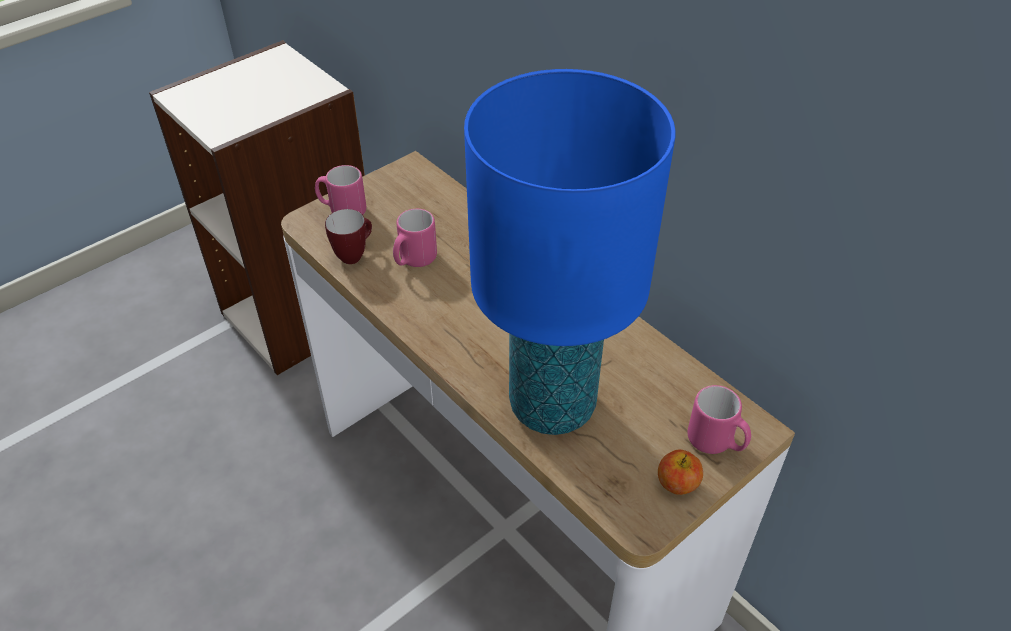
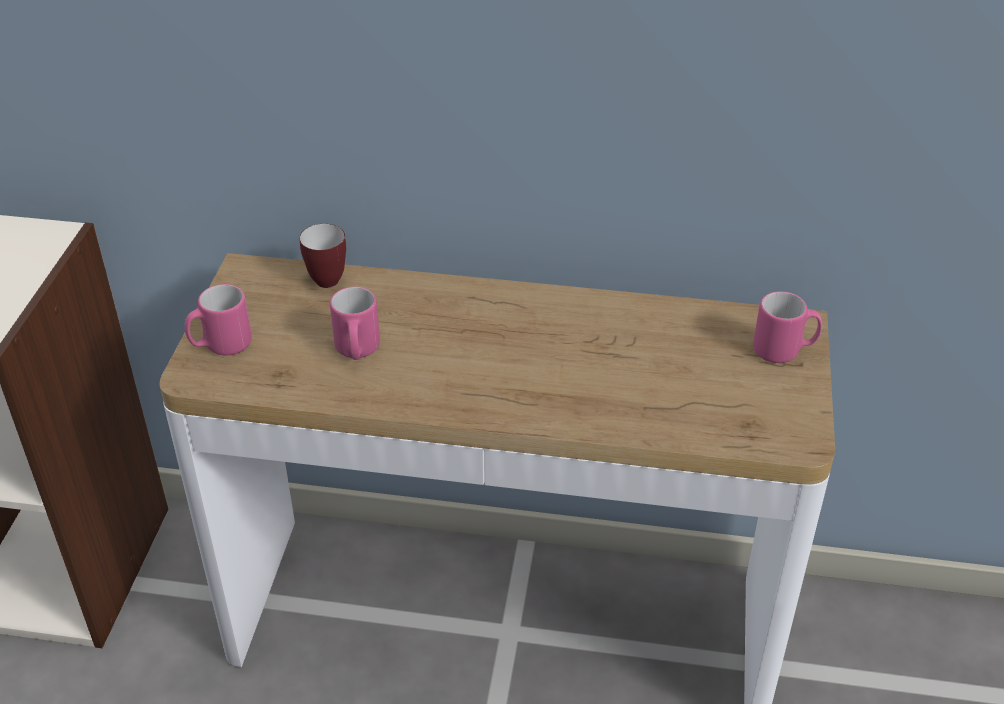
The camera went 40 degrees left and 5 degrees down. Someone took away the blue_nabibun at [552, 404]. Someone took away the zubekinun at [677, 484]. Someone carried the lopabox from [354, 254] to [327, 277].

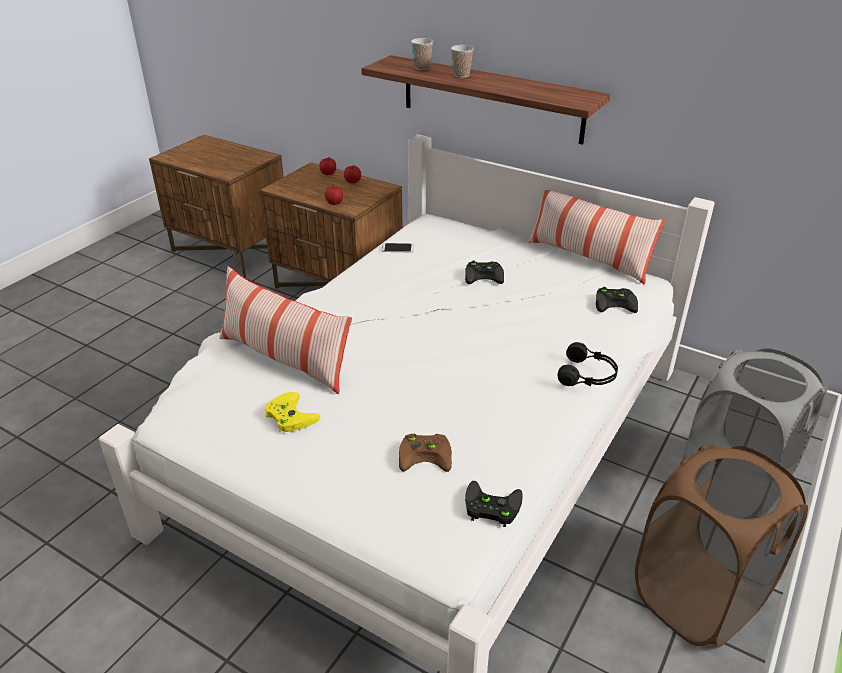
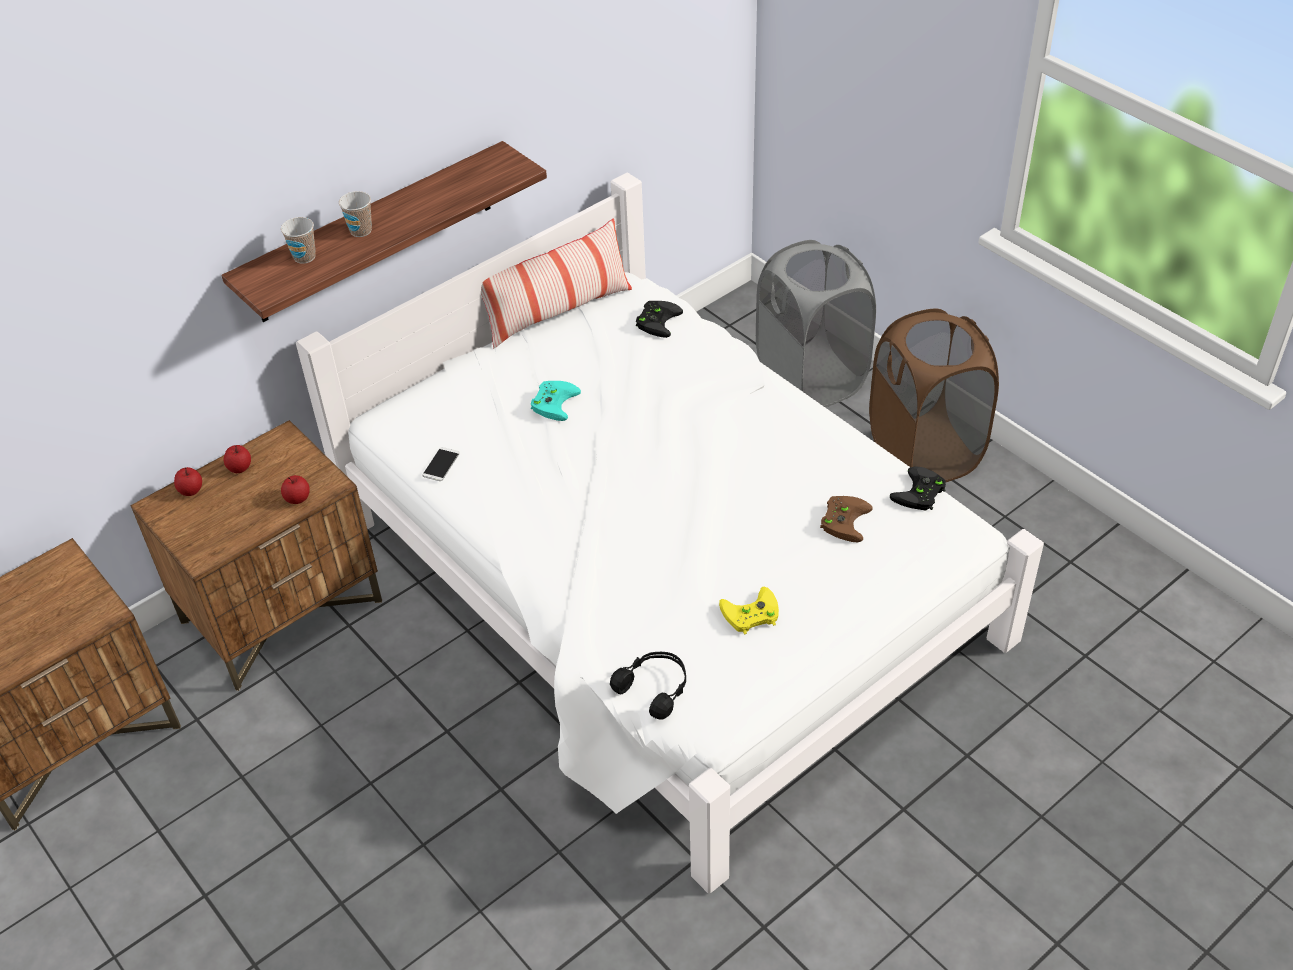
The camera went 70 degrees left and 10 degrees up. Someone took away the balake at [284, 359]. Someone carried the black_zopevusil from [587, 375] to [655, 688]. Someone repainted the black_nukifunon at [485, 275], which became the turquoise_nukifunon at [553, 401].

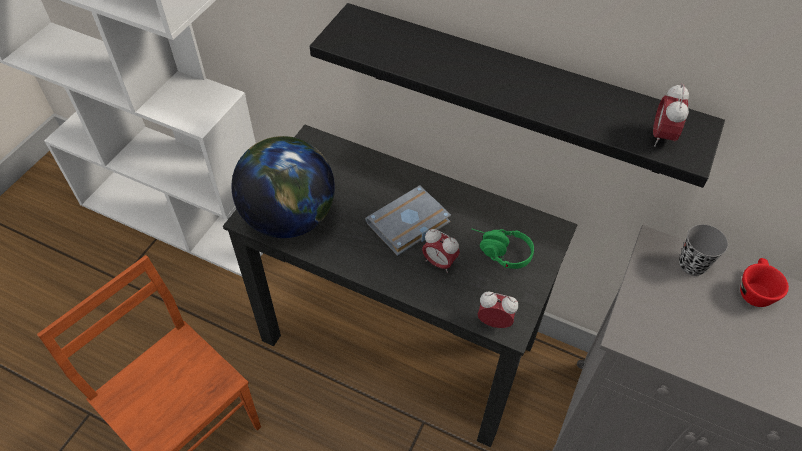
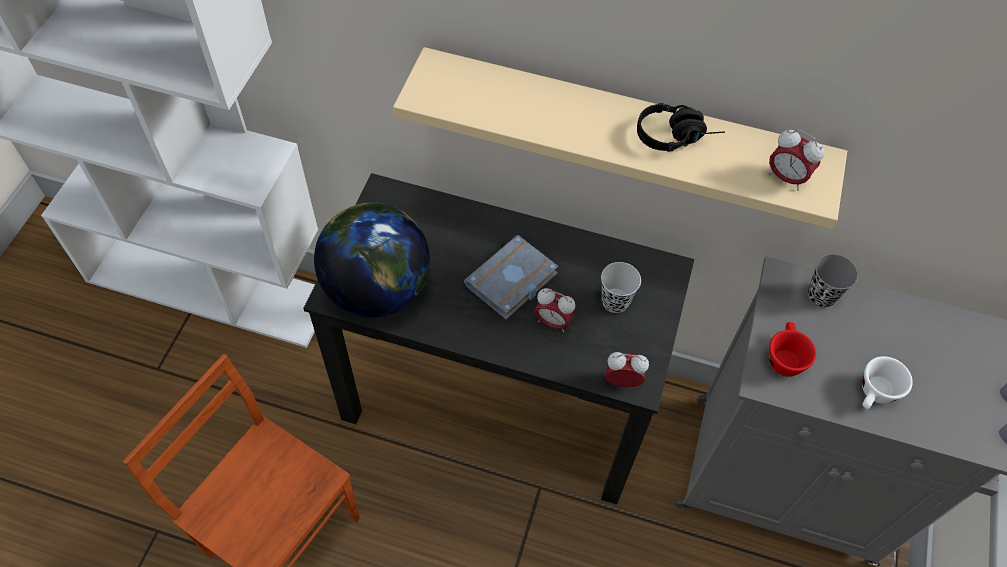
The camera went 10 degrees left and 5 degrees up. Someone put down the black_zopevusil at [677, 136]. Someone put down the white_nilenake at [874, 395]. Someone carried the red_nilenake from [754, 290] to [783, 357]. Someone swapped the green_zopevusil at [499, 252] for the black_nilenake at [615, 301]. Someone repainted the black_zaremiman at [516, 90], which became the beige_zaremiman at [622, 129]. Someone rotated the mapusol at [662, 137] by 60 degrees counterclockwise.

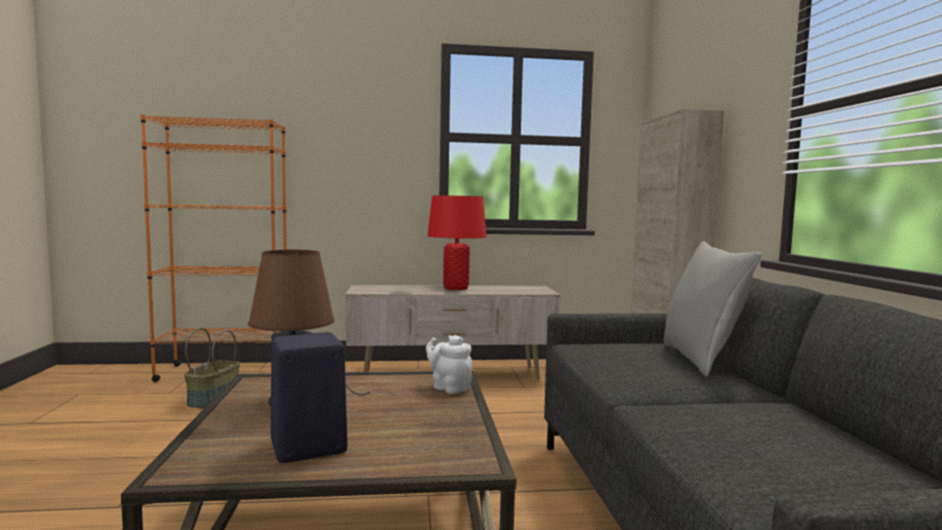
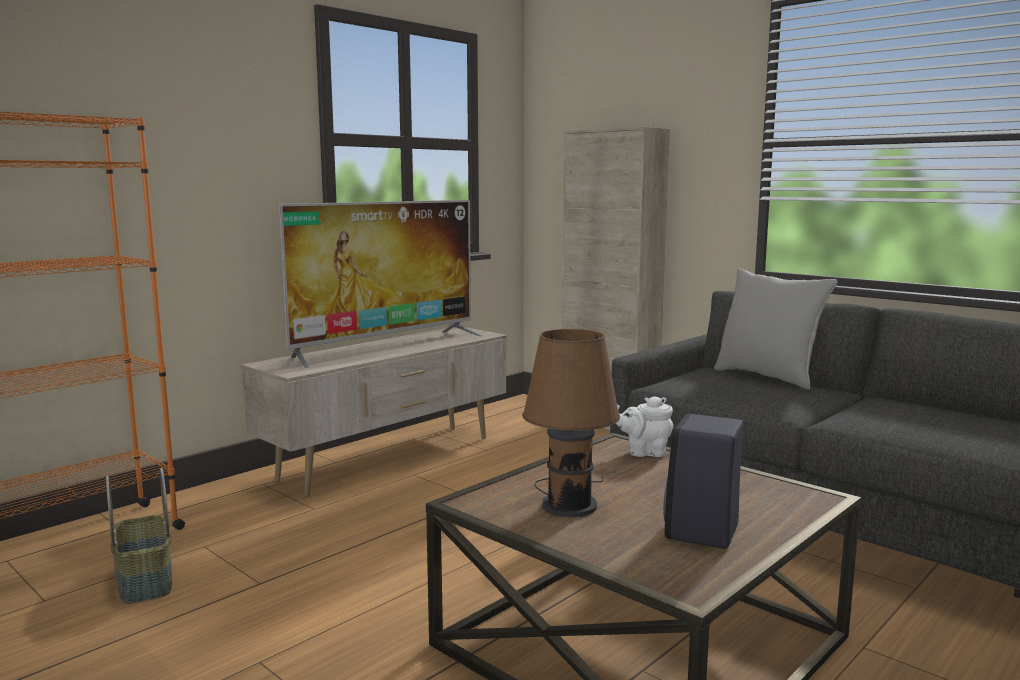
The camera went 40 degrees left and 5 degrees up. Someone swapped the red_nabibun at [456, 288] for the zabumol at [386, 346].

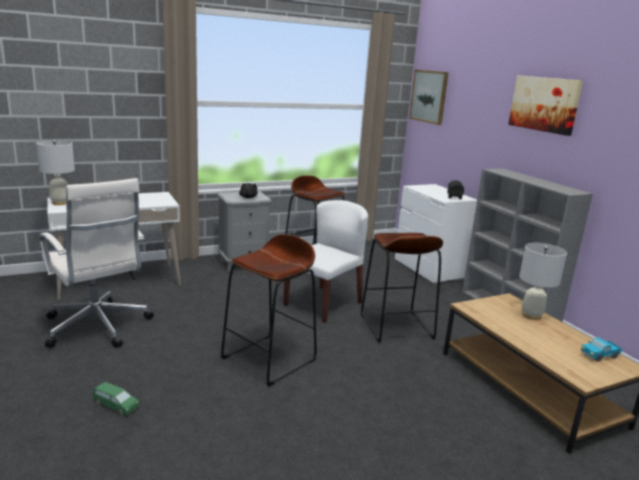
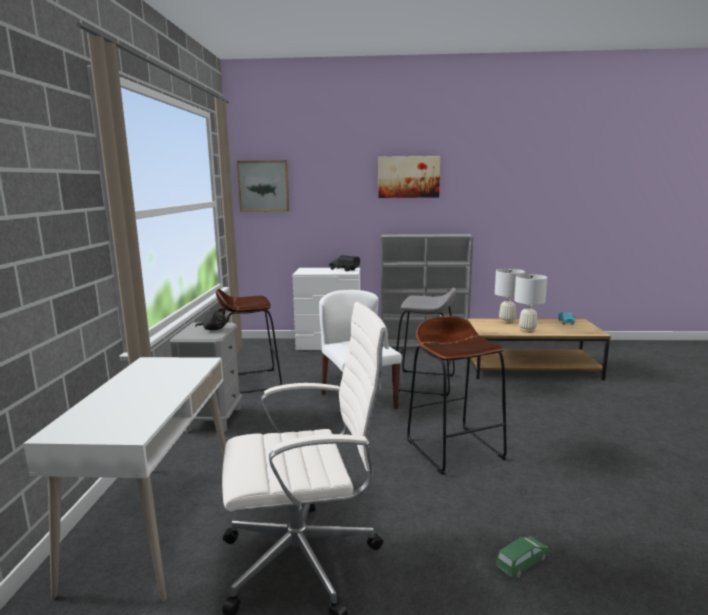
The camera went 60 degrees left and 5 degrees down. Someone carried the white_nabibun from [60, 203] to [527, 330]. Someone repainted the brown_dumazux at [396, 327], which became the grey_dumazux at [424, 383].

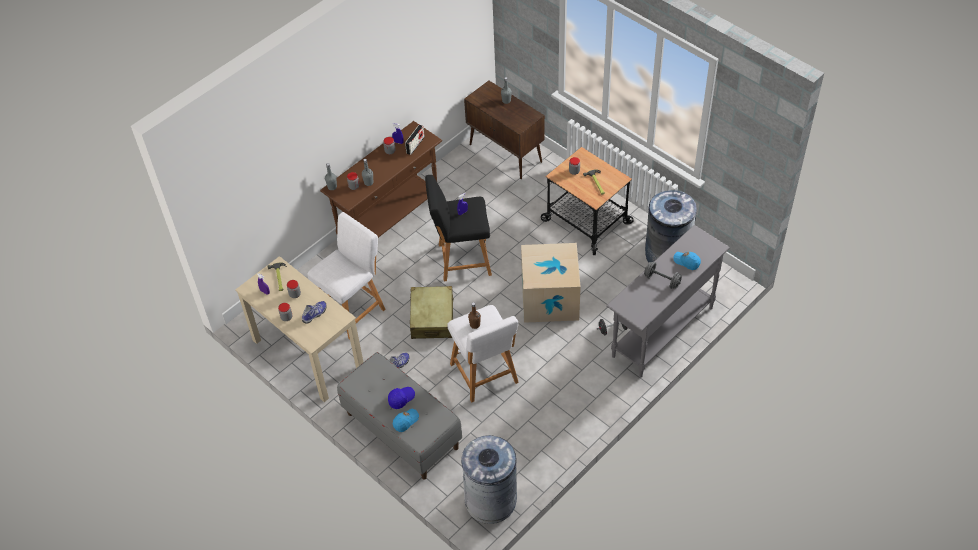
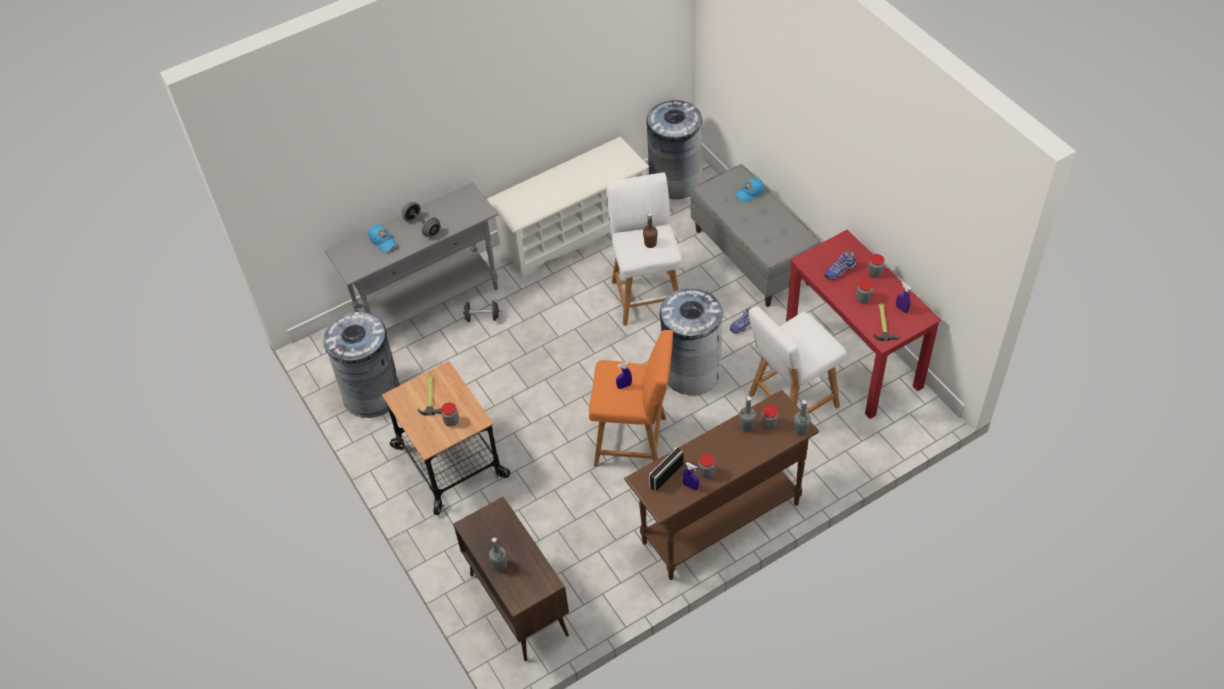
The camera went 165 degrees left and 0 degrees up. Someone took away the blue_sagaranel at [401, 399]. Someone took away the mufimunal at [550, 299]. Someone put down the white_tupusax at [573, 231]. Someone swapped the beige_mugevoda at [432, 318] for the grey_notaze at [691, 371]. Someone repainted the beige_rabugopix at [307, 354], which became the red_rabugopix at [853, 358]. Someone repainted the black_dumazux at [461, 260], which became the orange_dumazux at [635, 441].

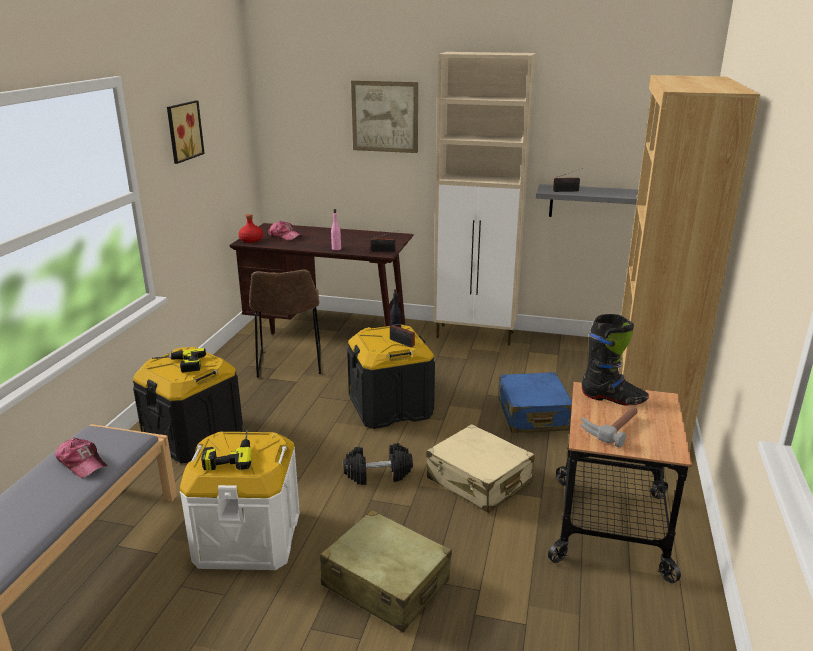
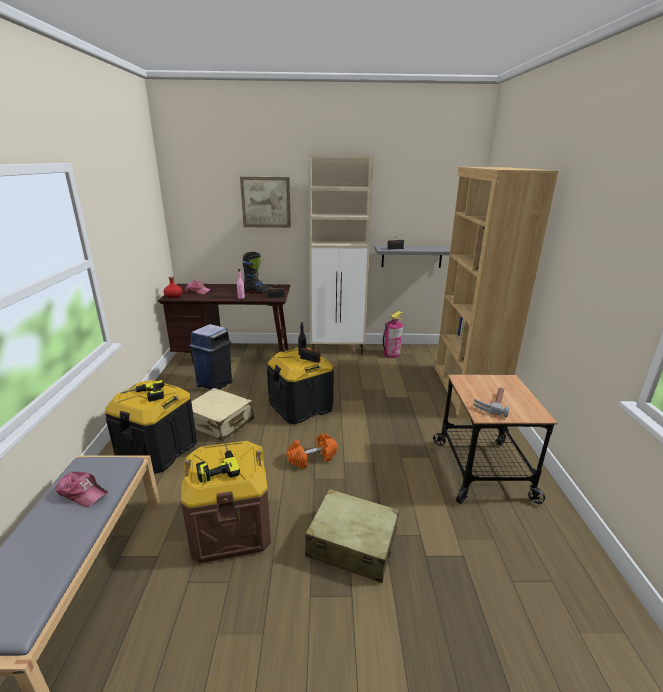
The camera went 15 degrees left and 0 degrees up. Someone took away the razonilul at [182, 131]. Someone took away the blue_mugevoda at [533, 415]. Someone put down the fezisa at [391, 354]. Someone carried the beige_mugevoda from [479, 481] to [219, 422]. Someone carried the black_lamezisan from [613, 399] to [258, 292]. Someone swapped the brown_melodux at [289, 364] for the blue_notaze at [215, 384]. Someone repainted the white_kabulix at [248, 537], which became the brown_kabulix at [231, 527]. Someone repainted the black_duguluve at [378, 475], which became the orange_duguluve at [312, 458].

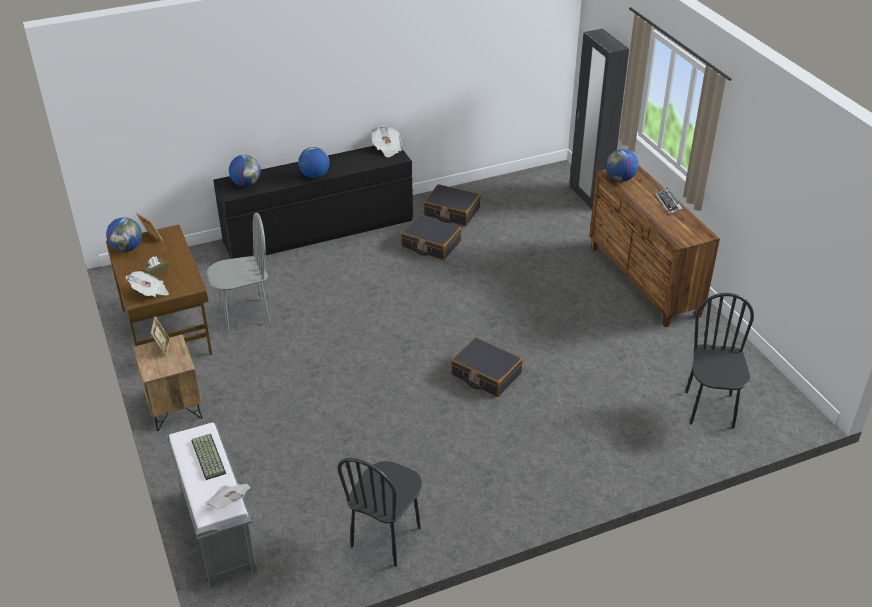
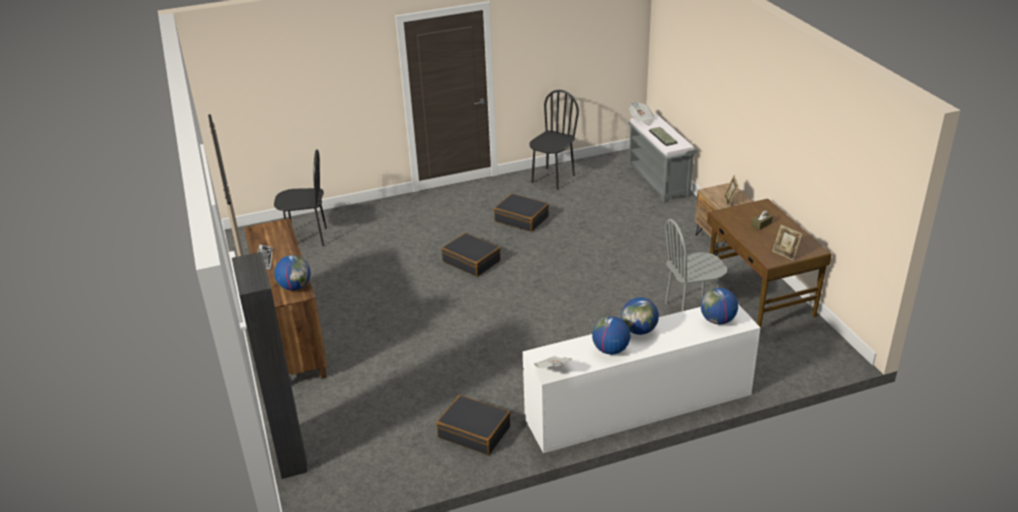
The camera went 175 degrees left and 5 degrees down. Someone took away the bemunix at [150, 293]. Someone carried the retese from [127, 248] to [610, 350]. Someone carried the black_mugevoda from [431, 244] to [522, 219]. Someone repainted the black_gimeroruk at [318, 230], which became the white_gimeroruk at [639, 407]. Someone rotated the black_melodux at [710, 409] by 105 degrees counterclockwise.

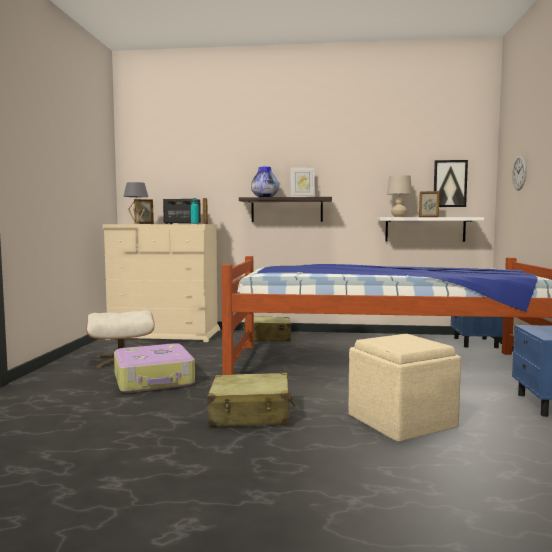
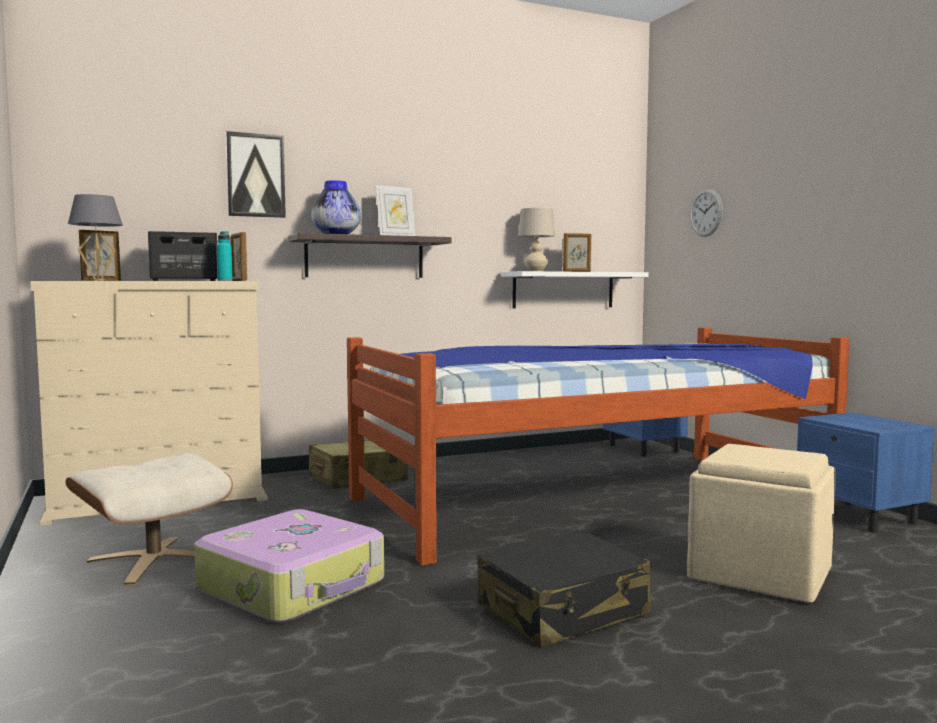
The camera went 30 degrees left and 0 degrees up. Someone carried the razonilul from [450, 183] to [255, 175]. Someone repainted the beige_mugevoda at [251, 414], which became the black_mugevoda at [563, 610].

